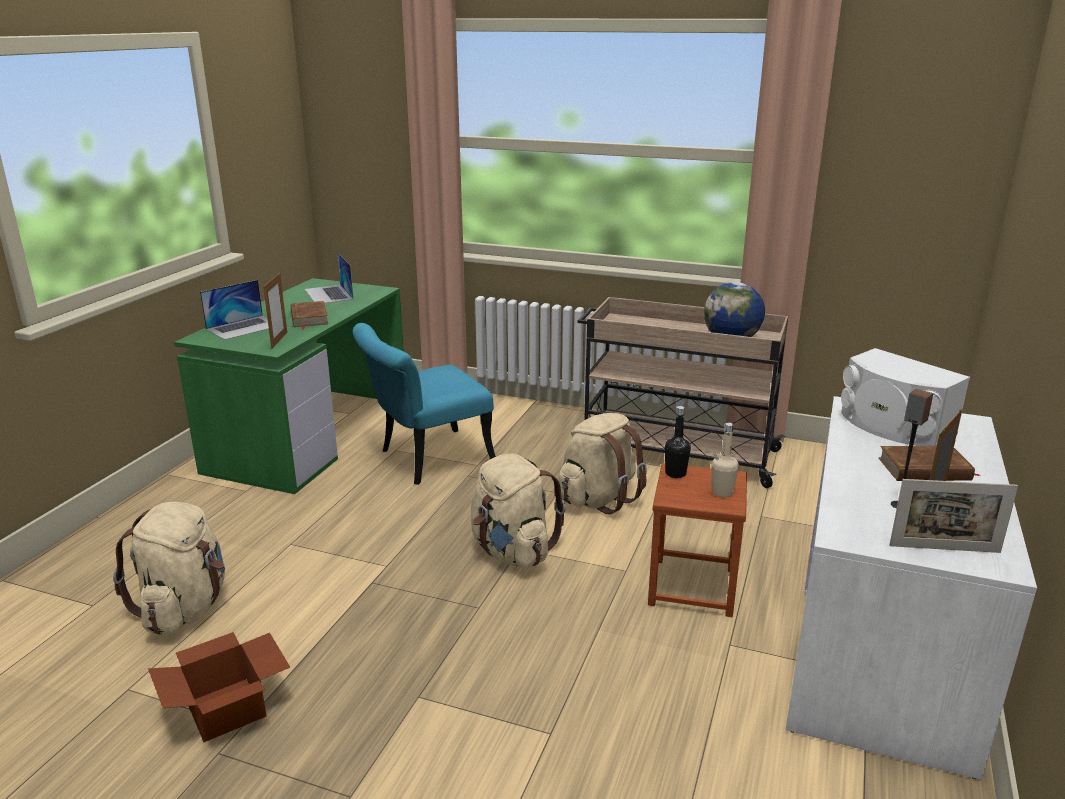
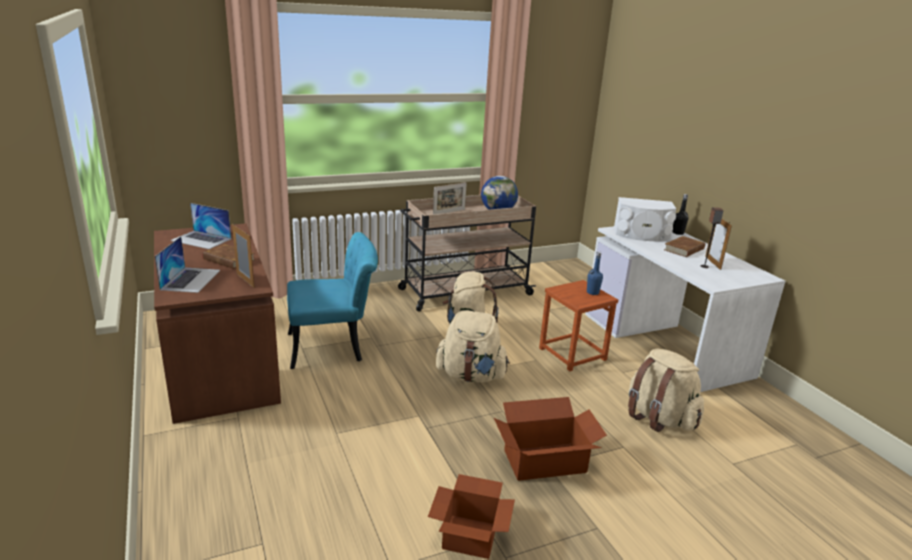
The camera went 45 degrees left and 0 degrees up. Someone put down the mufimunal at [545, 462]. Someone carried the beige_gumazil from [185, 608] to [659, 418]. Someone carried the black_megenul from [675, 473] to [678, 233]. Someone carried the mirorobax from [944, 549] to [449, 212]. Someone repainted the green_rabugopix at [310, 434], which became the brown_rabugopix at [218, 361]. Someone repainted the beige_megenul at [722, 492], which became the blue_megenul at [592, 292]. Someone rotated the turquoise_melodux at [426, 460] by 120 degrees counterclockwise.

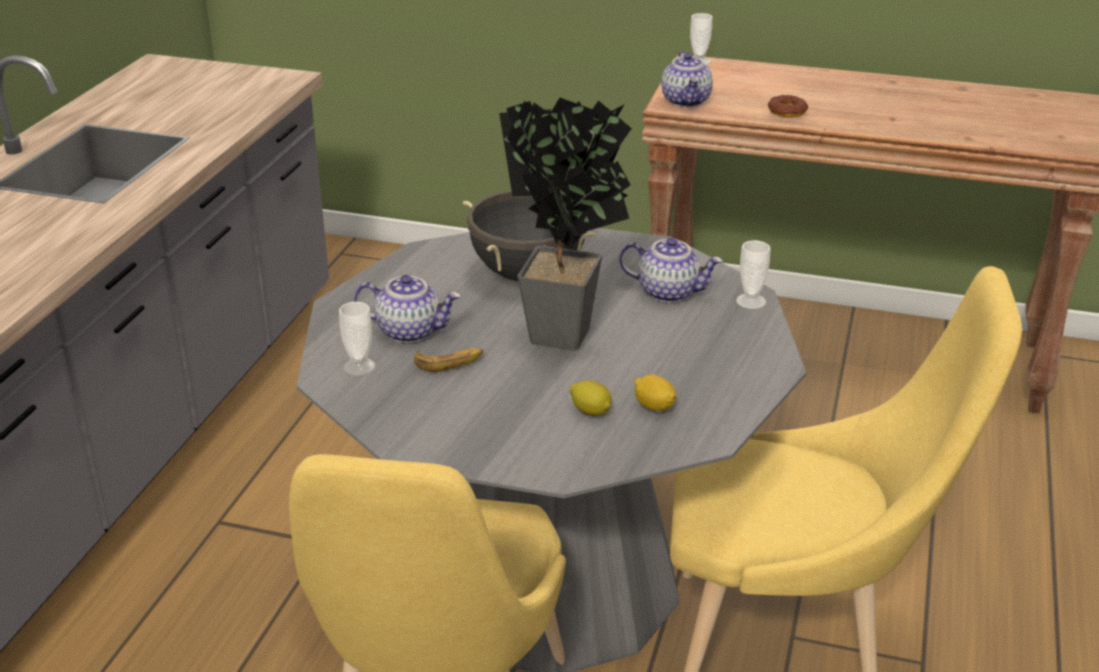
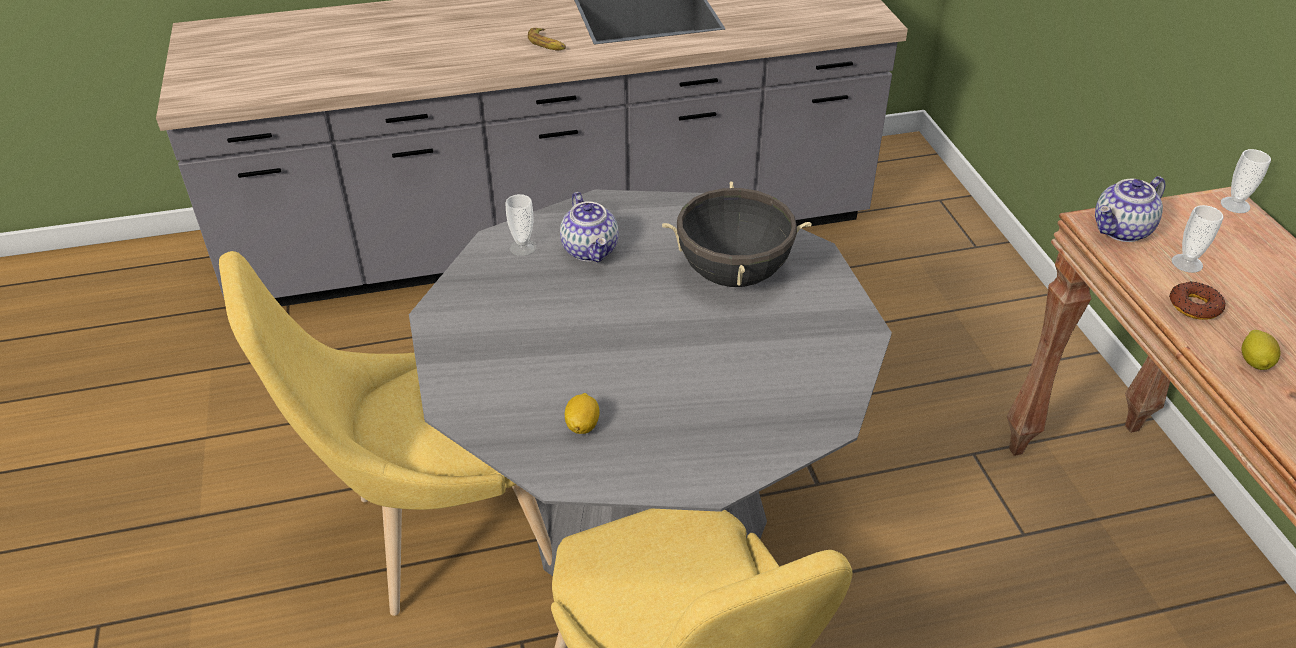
The camera went 60 degrees right and 10 degrees up. Someone took away the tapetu at [568, 339]. Someone took away the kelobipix at [669, 292]. Someone carried the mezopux from [449, 362] to [547, 44]. Someone carried the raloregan from [591, 412] to [1254, 362]. Someone carried the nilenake from [751, 301] to [1187, 263].

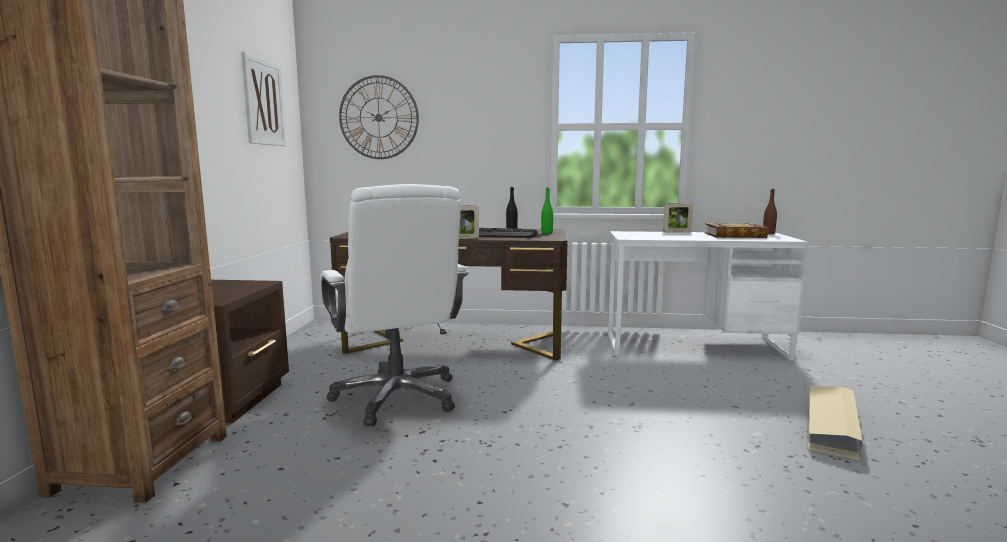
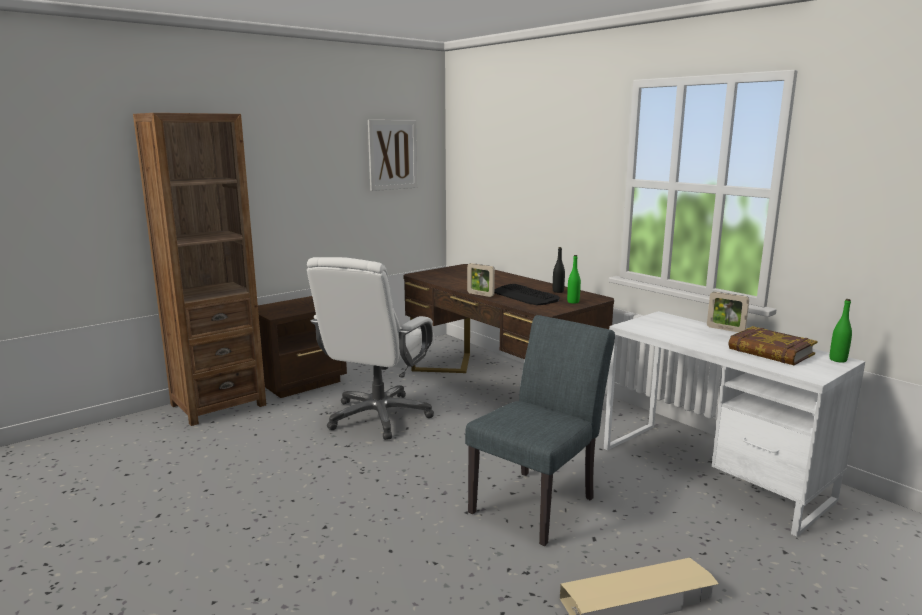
The camera went 45 degrees right and 5 degrees up. Someone took away the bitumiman at [378, 117]. Someone put down the grey_melodux at [538, 501]. Someone repainted the brown_megenul at [768, 233], which became the green_megenul at [838, 360].

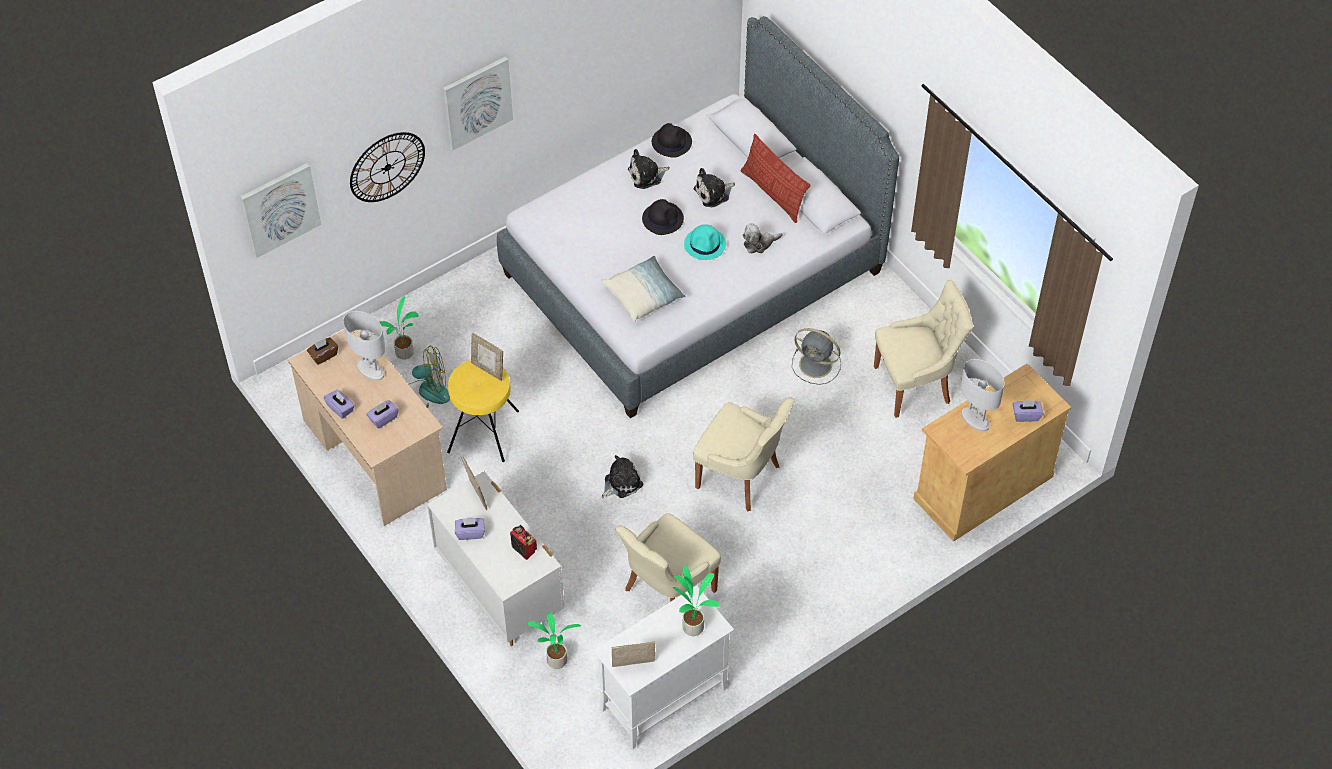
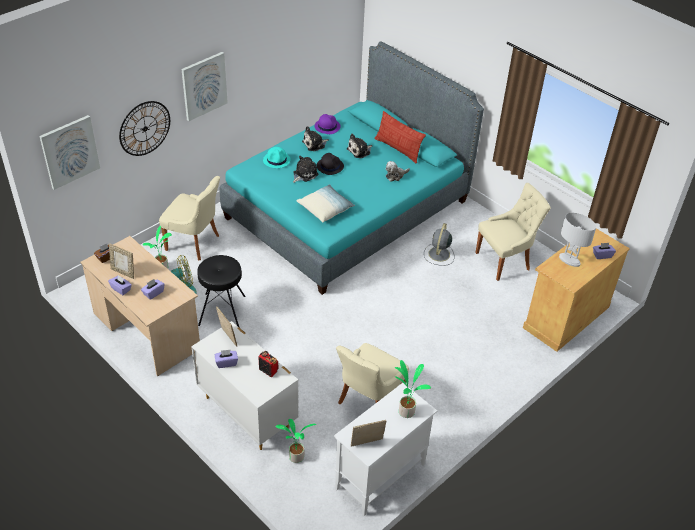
The camera went 10 degrees left and 10 degrees down. Someone took away the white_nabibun at [370, 370]. Someone carried the mirorobax from [488, 369] to [123, 272]. Someone carried the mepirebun from [621, 483] to [304, 174]. Someone carried the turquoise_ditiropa from [705, 244] to [277, 160]. Someone carried the beige_melodux from [741, 477] to [194, 243]. Someone repainted the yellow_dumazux at [484, 431], which became the black_dumazux at [222, 310]. Someone repainted the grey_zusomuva at [693, 272], which became the turquoise_zusomuva at [347, 209]. Someone repainted the black_ditiropa at [671, 142], which became the purple_ditiropa at [327, 126]. Someone rotated the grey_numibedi at [817, 365] by 90 degrees clockwise.

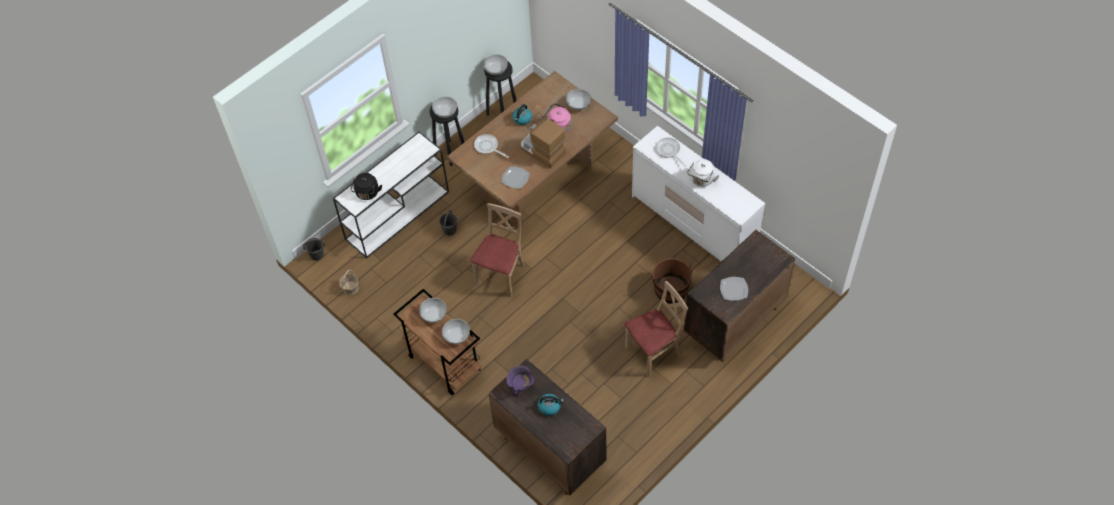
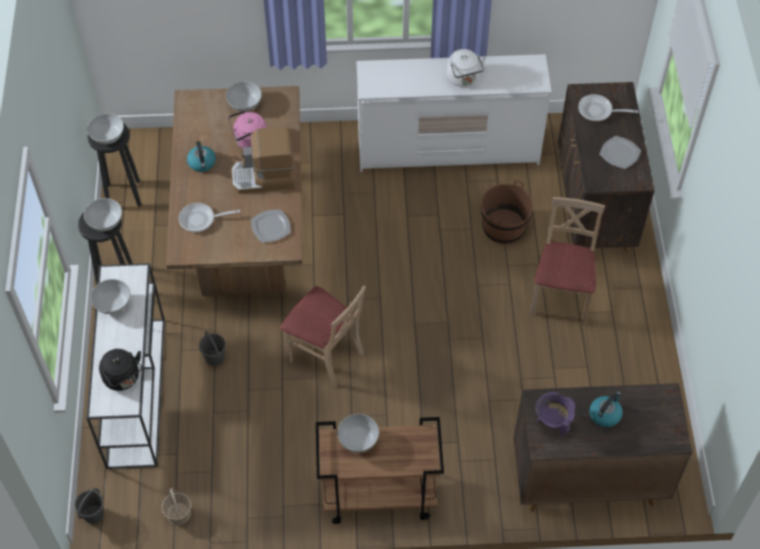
The camera went 50 degrees left and 0 degrees up. Someone carried the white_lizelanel from [457, 337] to [113, 304]. Someone carried the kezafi from [669, 151] to [598, 111]. Someone rotated the beige_melodux at [501, 275] by 150 degrees clockwise.

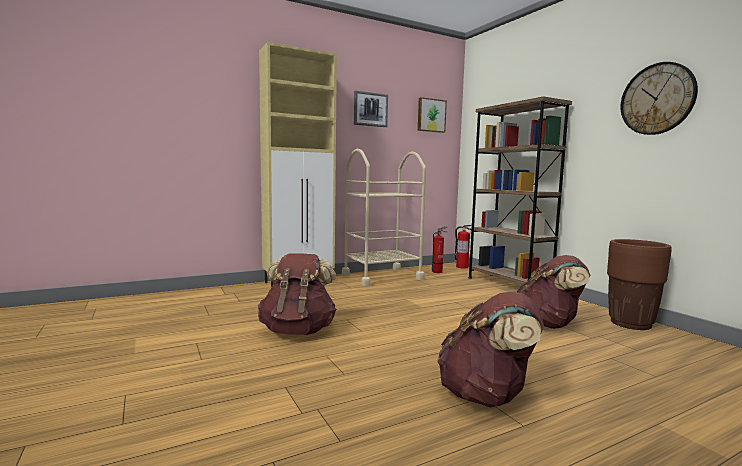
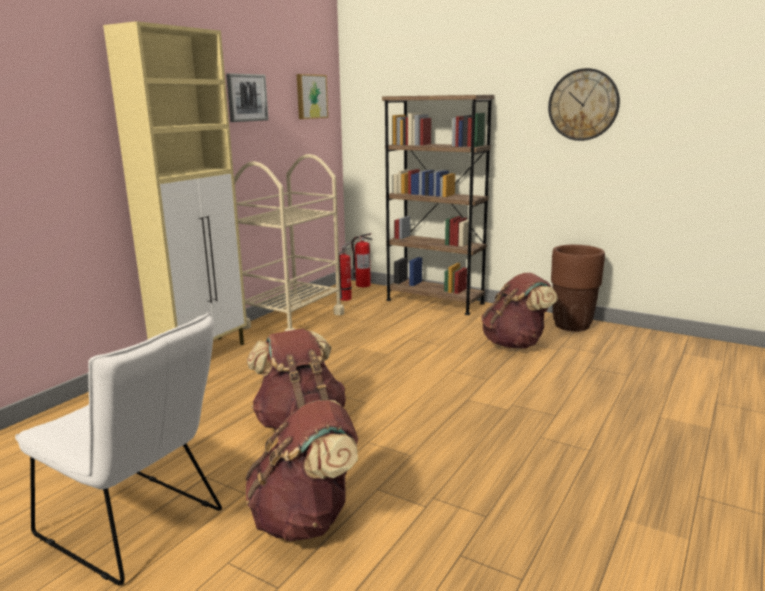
The camera went 30 degrees left and 10 degrees up. Someone put down the white_melodux at [138, 527]. Someone carried the brown_gumazil from [487, 396] to [306, 519].

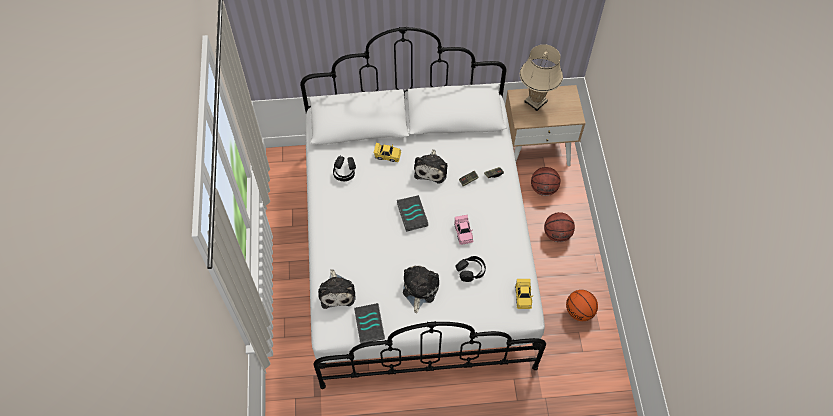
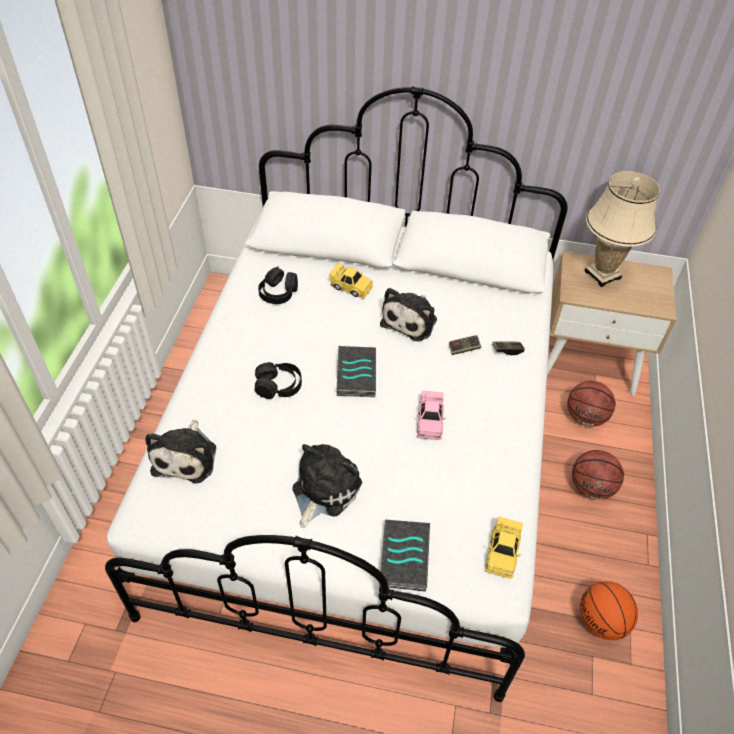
The camera went 15 degrees right and 10 degrees down. Someone carried the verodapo from [370, 325] to [406, 558]. Someone carried the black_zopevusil from [470, 271] to [278, 386].

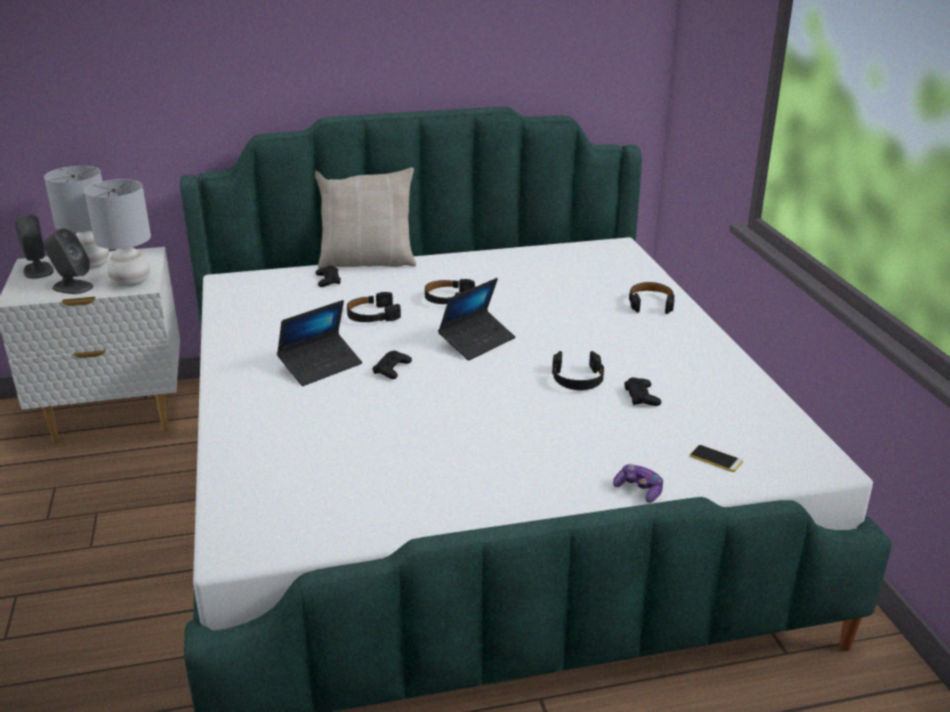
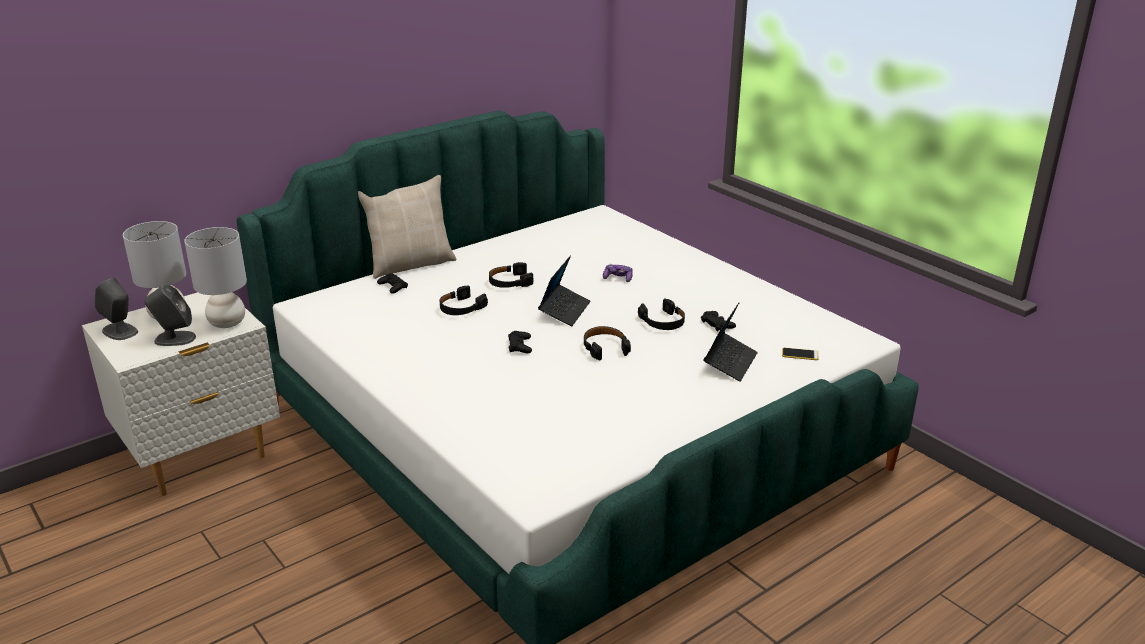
The camera went 25 degrees left and 0 degrees up. Someone carried the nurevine from [321, 366] to [730, 362]. Someone carried the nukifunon from [639, 490] to [618, 278]. Someone carried the black_zopevusil from [651, 303] to [605, 348].

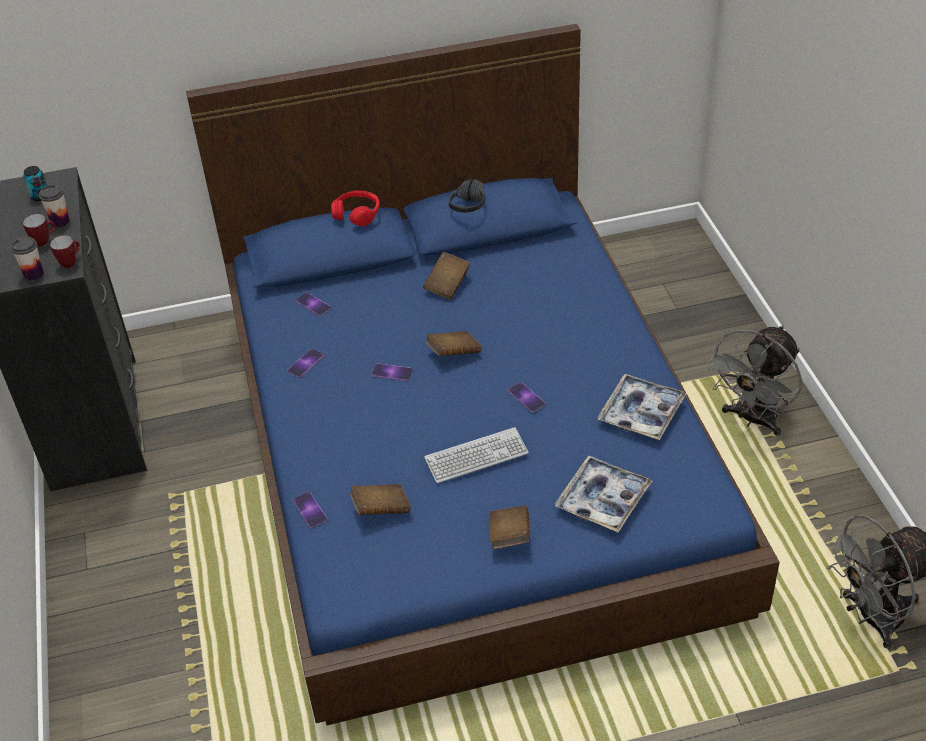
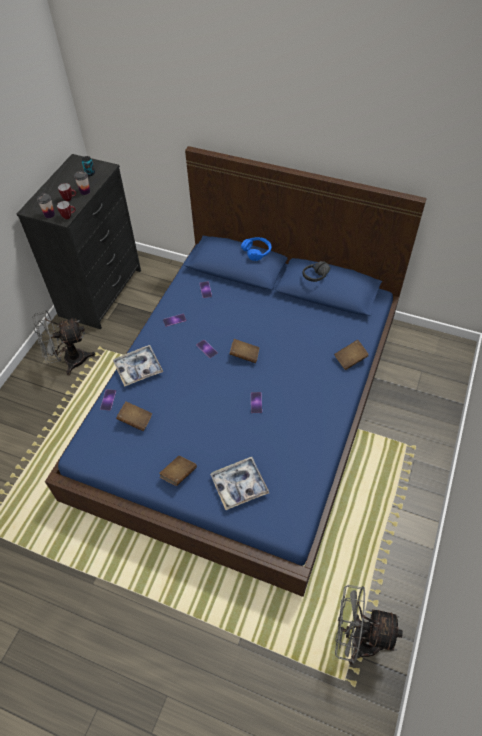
The camera went 35 degrees right and 10 degrees up. Someone took away the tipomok at [476, 456]. Someone carried the brown_verodapo from [447, 285] to [350, 359]. Someone carried the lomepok from [641, 413] to [138, 368]. Someone carried the grey_numibedi from [752, 419] to [69, 361]. Someone repainted the red_zopevusil at [357, 214], which became the blue_zopevusil at [257, 251].

